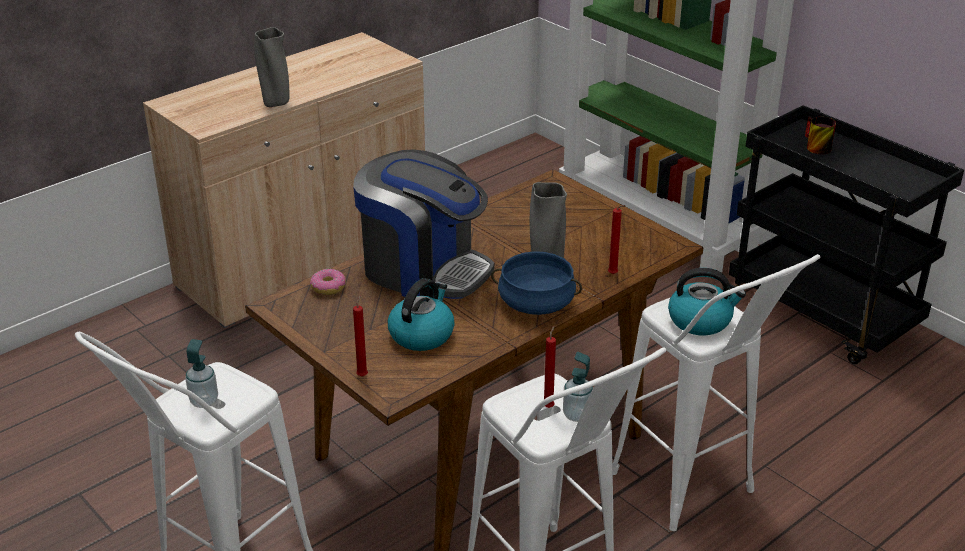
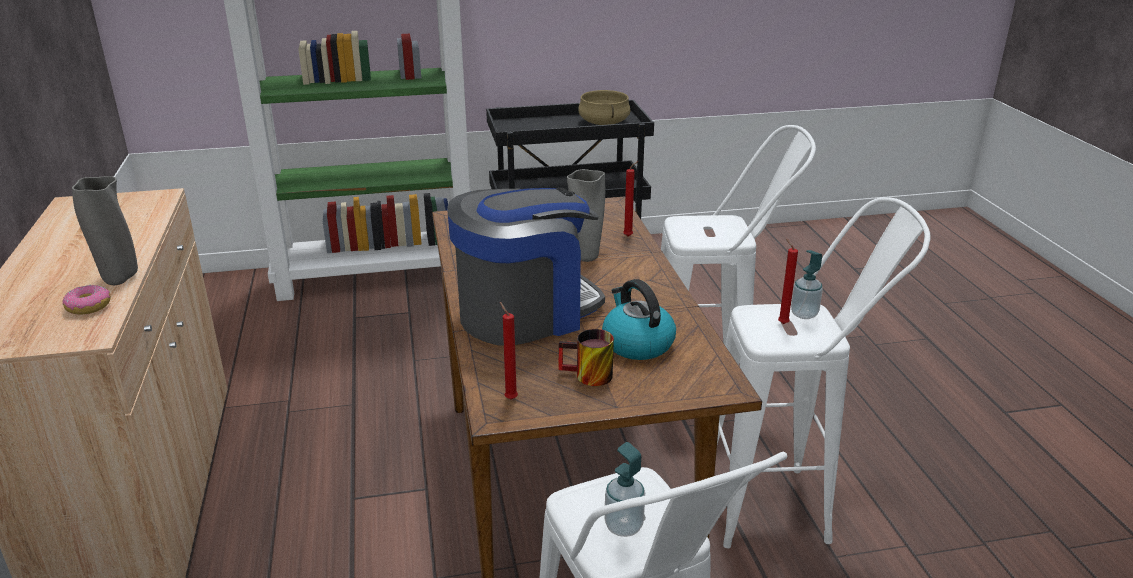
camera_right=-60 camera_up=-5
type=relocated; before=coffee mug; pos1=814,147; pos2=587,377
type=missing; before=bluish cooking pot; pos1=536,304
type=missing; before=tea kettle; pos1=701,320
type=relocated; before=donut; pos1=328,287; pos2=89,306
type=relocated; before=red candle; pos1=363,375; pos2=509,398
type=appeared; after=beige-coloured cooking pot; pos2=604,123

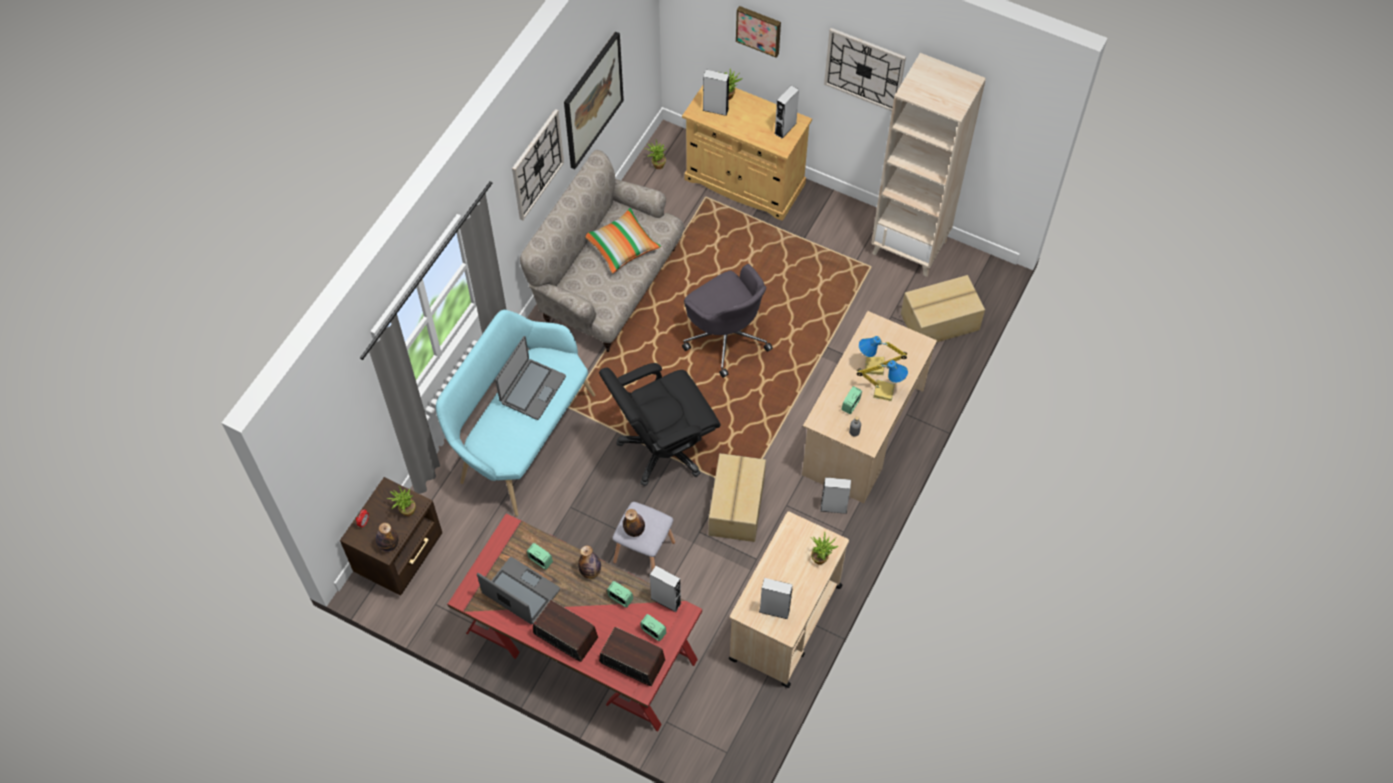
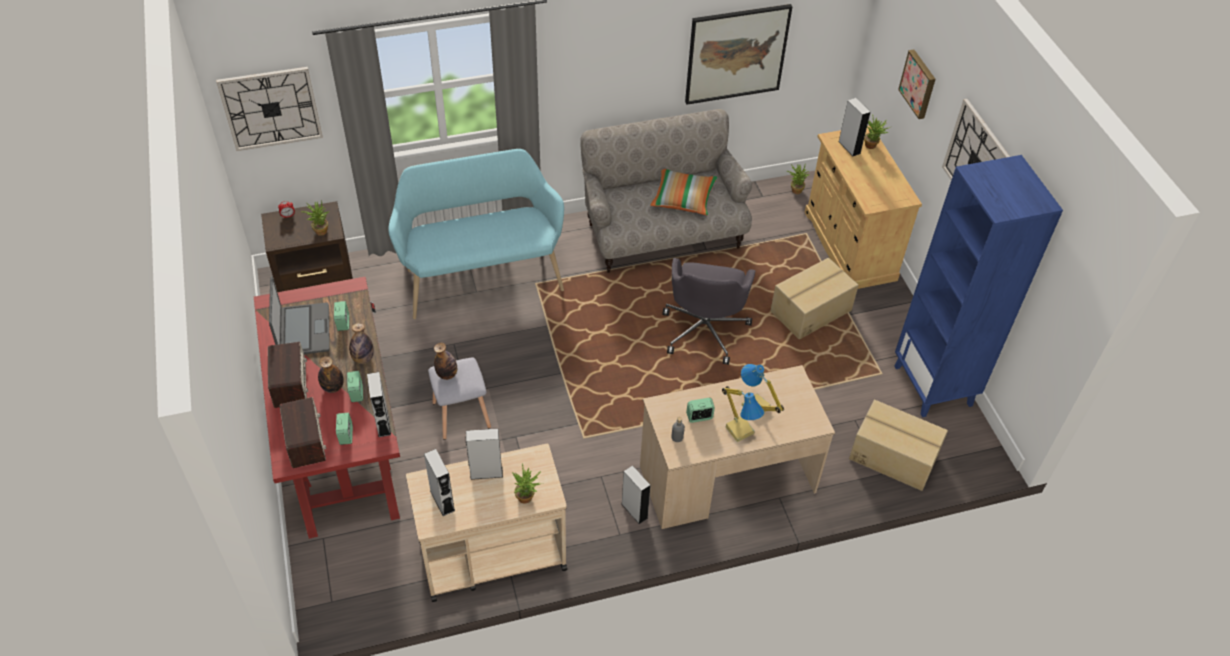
camera_right=45 camera_up=-10
type=colour; before=beige-coloured shelving unit; after=bluish shelving unit; pos1=910,247; pos2=933,386
type=relocated; before=greyish loudspeaker; pos1=785,128; pos2=486,473
type=relocated; before=hanging clock; pos1=537,164; pos2=271,108
type=missing; before=laptop; pos1=532,389
type=missing; before=blackish computer chair; pos1=662,448
type=relocated; before=carton; pos1=735,506; pos2=810,310
type=relocated; before=bottle; pos1=388,545; pos2=333,387

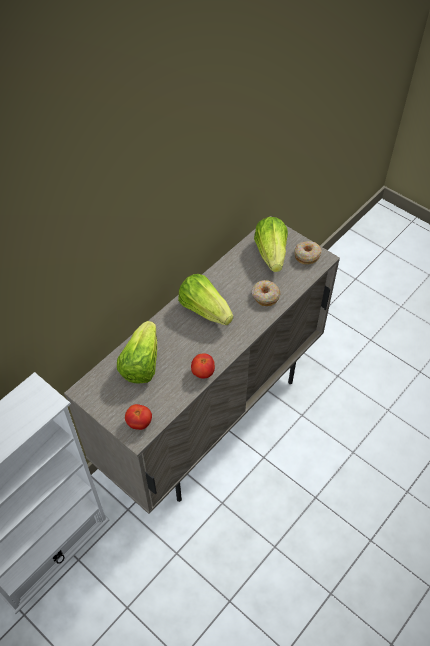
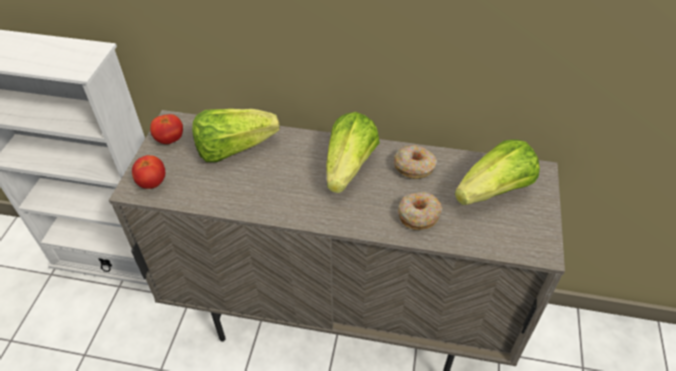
camera_right=60 camera_up=-5
type=relocated; before=donut; pos1=307,255; pos2=414,166
type=relocated; before=tomato; pos1=203,372; pos2=170,139

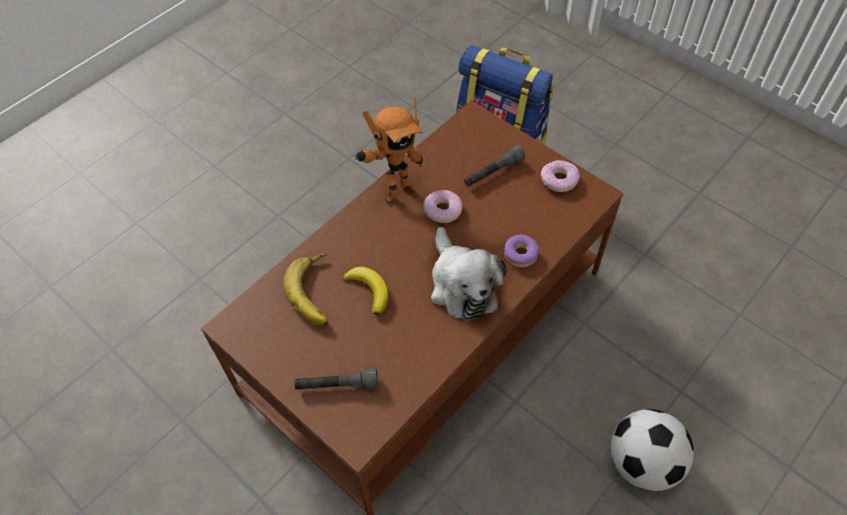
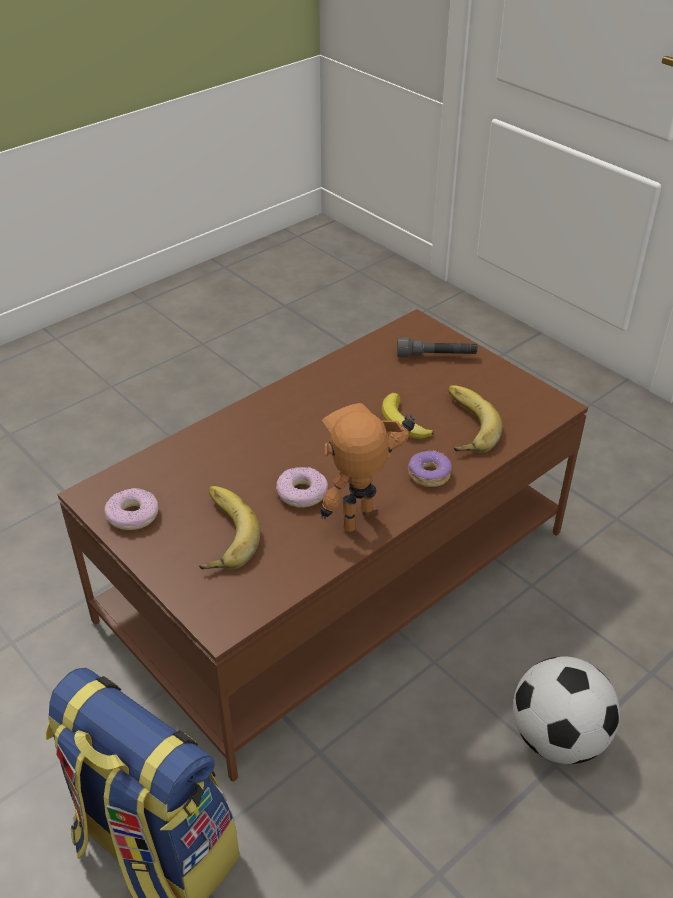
camera_right=-175 camera_up=-15
type=exchanged; before=greyish torch; after=banana fruit; pos1=493,172; pos2=220,534
type=missing; before=plush toy; pos1=462,284
type=relocated; before=donut; pos1=521,254; pos2=428,475
type=relocated; before=football; pos1=642,462; pos2=557,738

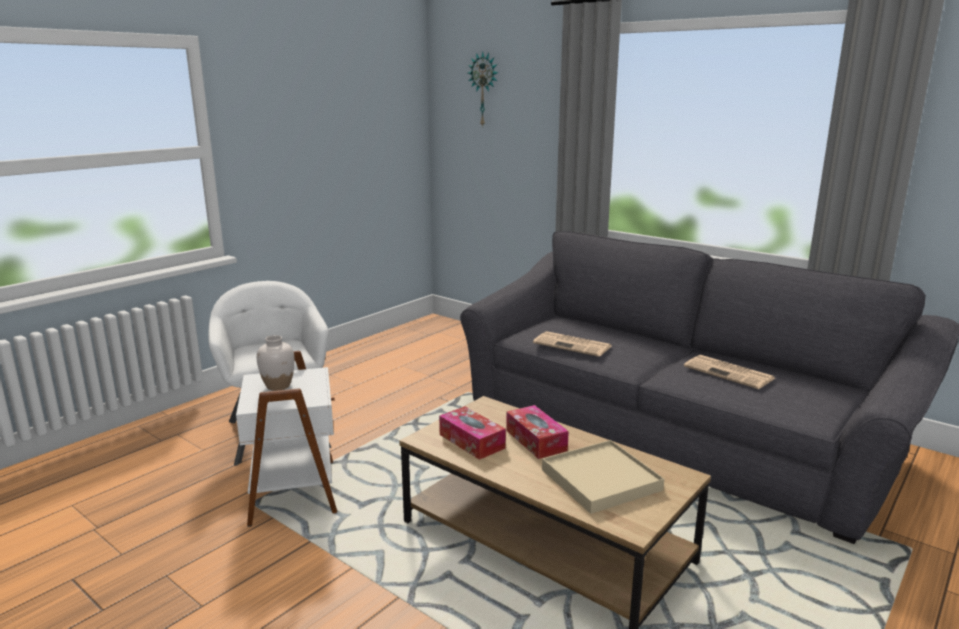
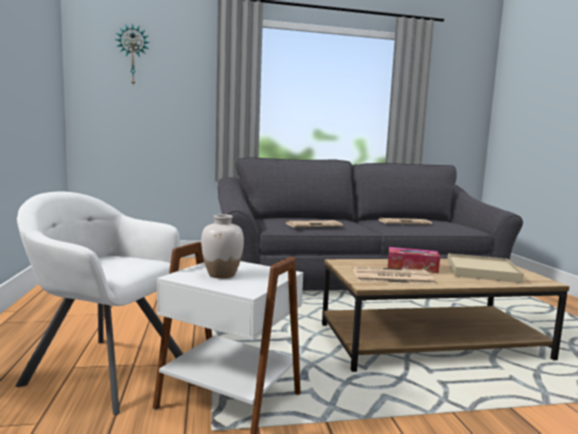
camera_right=-50 camera_up=-10
type=exchanged; before=box of tissues; after=newspaper; pos1=471,441; pos2=391,277

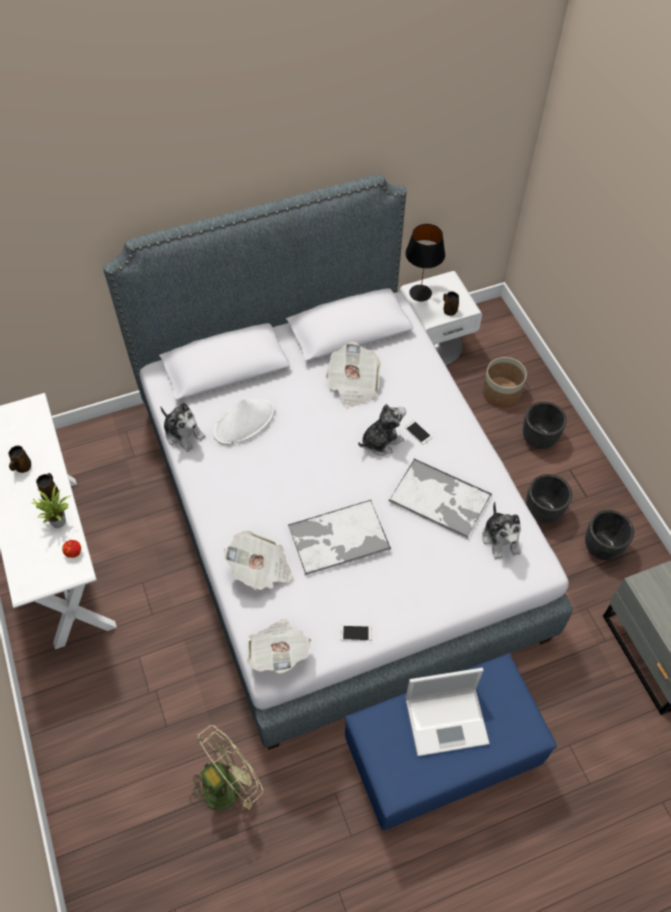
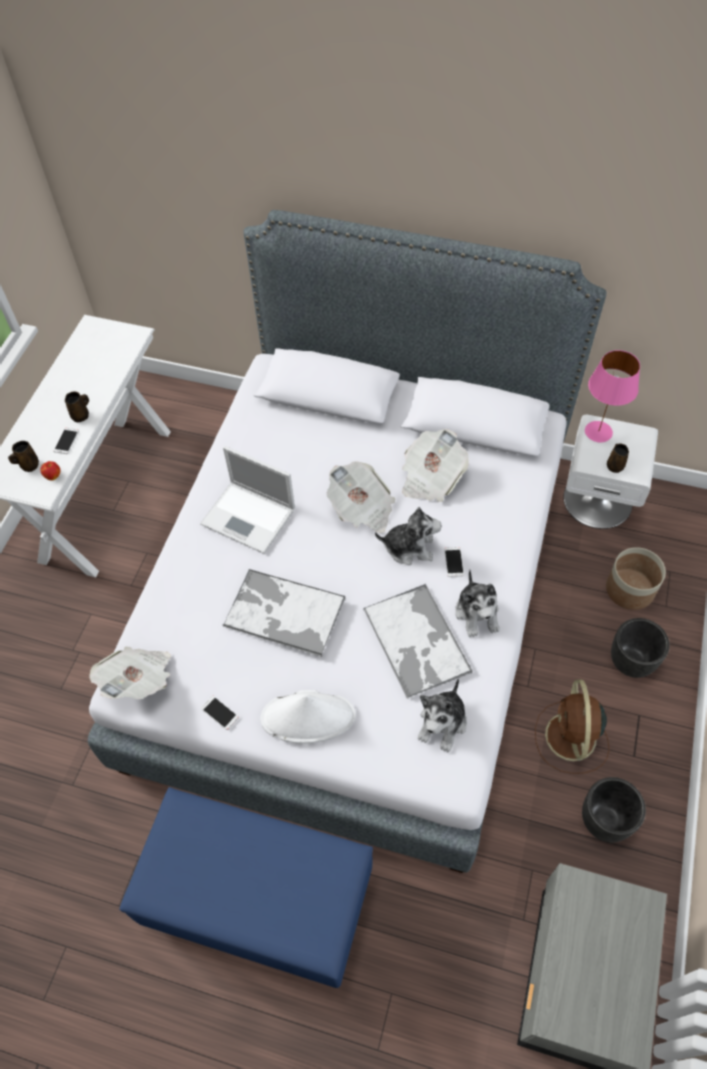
camera_right=40 camera_up=0
type=colour; before=blackish lamp for a table; after=pinkish lamp for a table; pos1=420,292; pos2=598,431
type=relocated; before=white wearable hat; pos1=244,422; pos2=308,717
type=relocated; before=plush toy; pos1=183,434; pos2=477,613
type=relocated; before=brown coffee mug; pos1=22,467; pos2=28,465
type=exchanged; before=blackish flower pot; after=brown electric fan; pos1=543,511; pos2=570,739
type=exchanged; before=houseplant; after=telephone; pos1=58,520; pos2=66,441
type=relocated; before=newspaper; pos1=261,569; pos2=362,508
type=relocated; before=laptop; pos1=448,720; pos2=250,517
type=missing; before=green-coloured electric fan; pos1=227,783

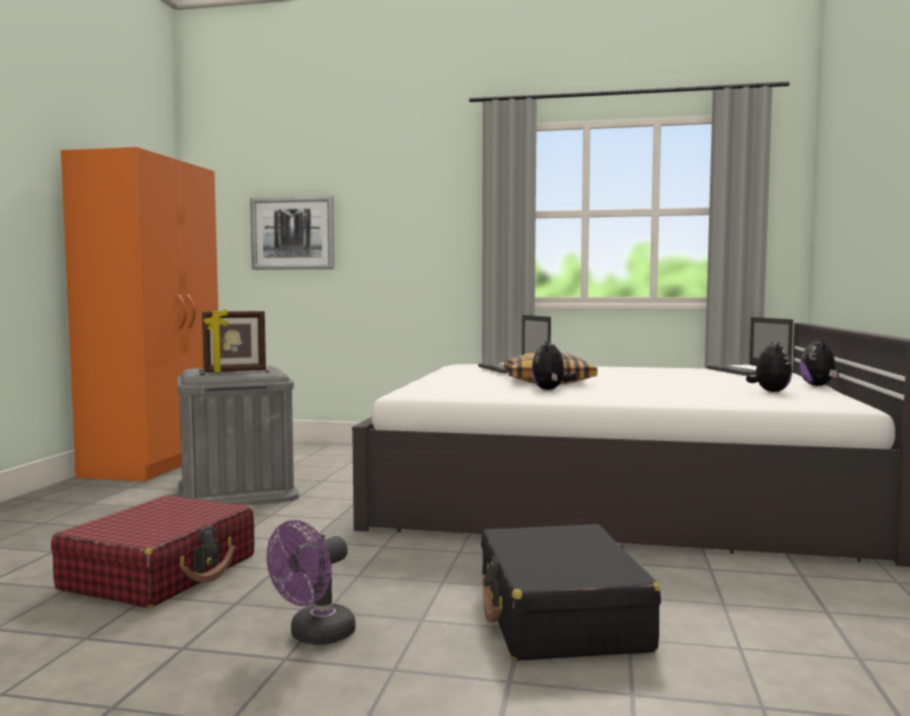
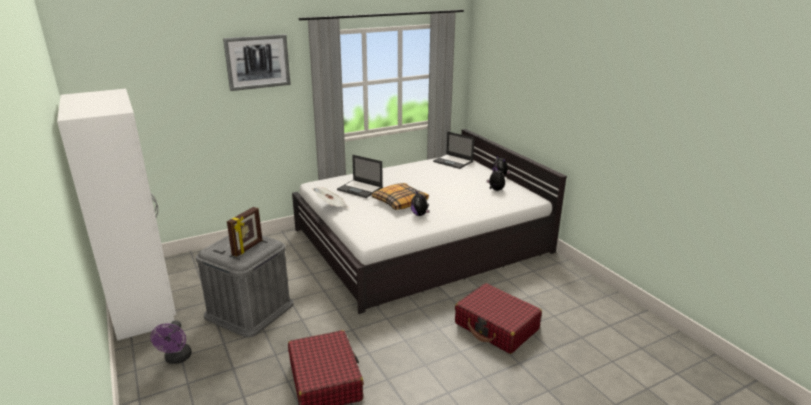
camera_right=-40 camera_up=20
type=colour; before=orange armoire; after=white armoire; pos1=156,463; pos2=144,305
type=relocated; before=picture; pos1=292,233; pos2=257,62
type=relocated; before=purple-coloured electric fan; pos1=314,636; pos2=177,359
type=colour; before=blackish piece of luggage; after=red piece of luggage; pos1=560,616; pos2=496,327
type=appeared; after=newspaper; pos2=331,206

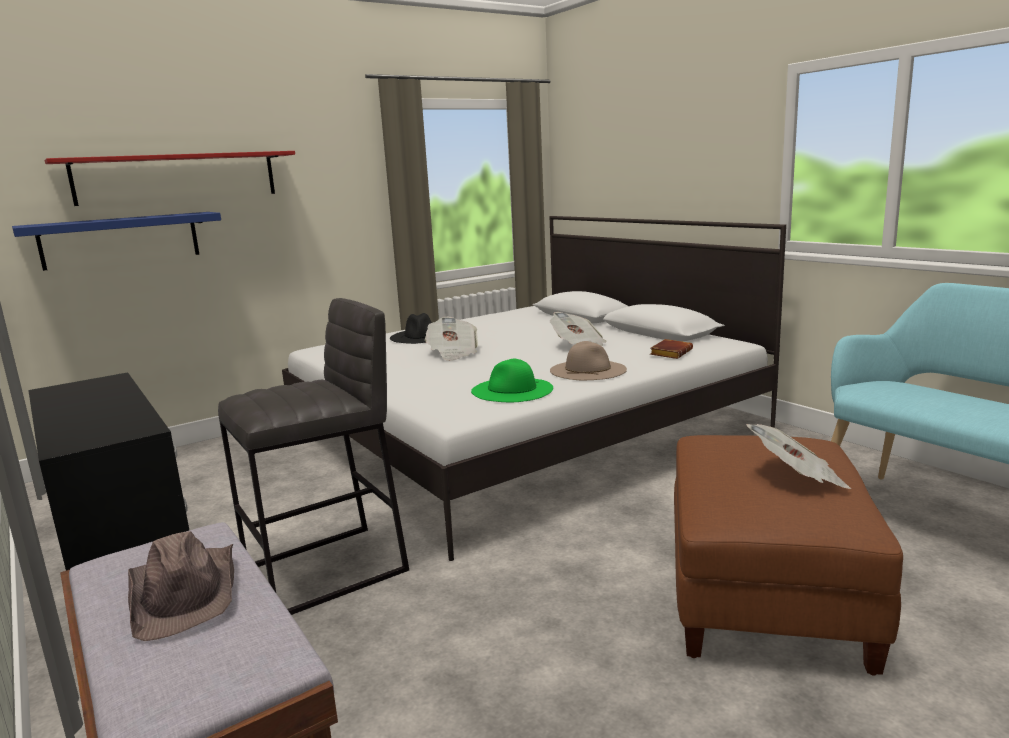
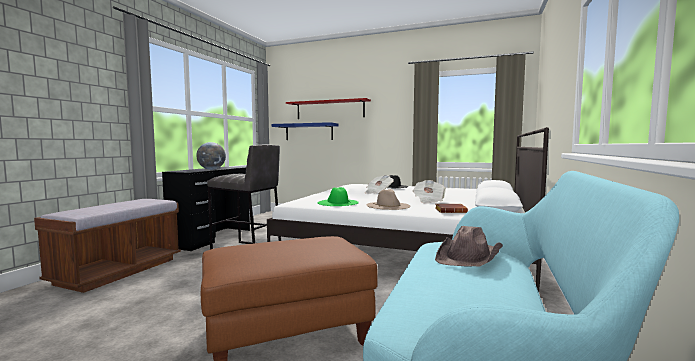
camera_right=55 camera_up=-10
type=missing; before=newspaper; pos1=797,479
type=relocated; before=brown wearable hat; pos1=186,592; pos2=469,256
type=appeared; after=globe; pos2=211,169

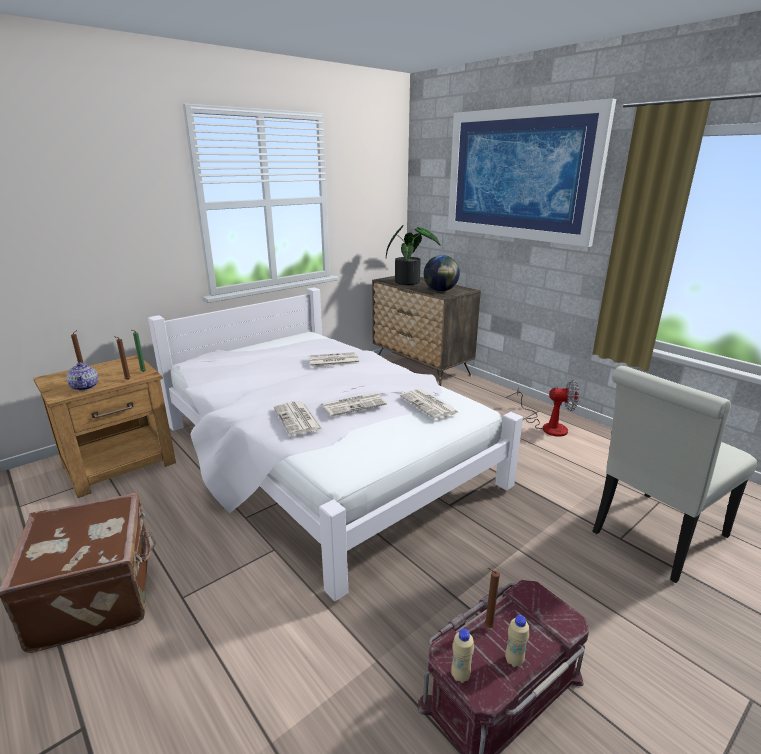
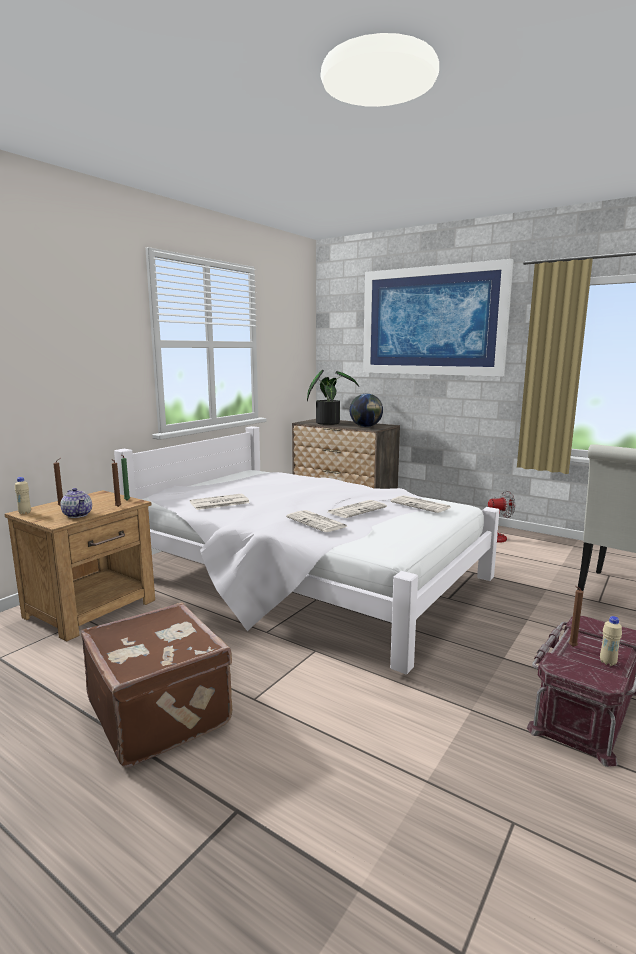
camera_right=-15 camera_up=-10
type=relocated; before=newspaper; pos1=332,360; pos2=219,503
type=relocated; before=beige-coloured bottle; pos1=460,675; pos2=25,512

